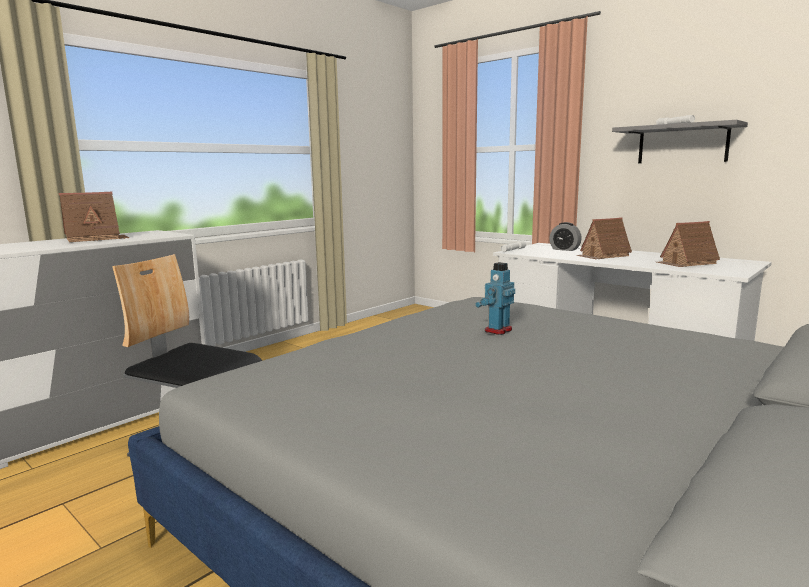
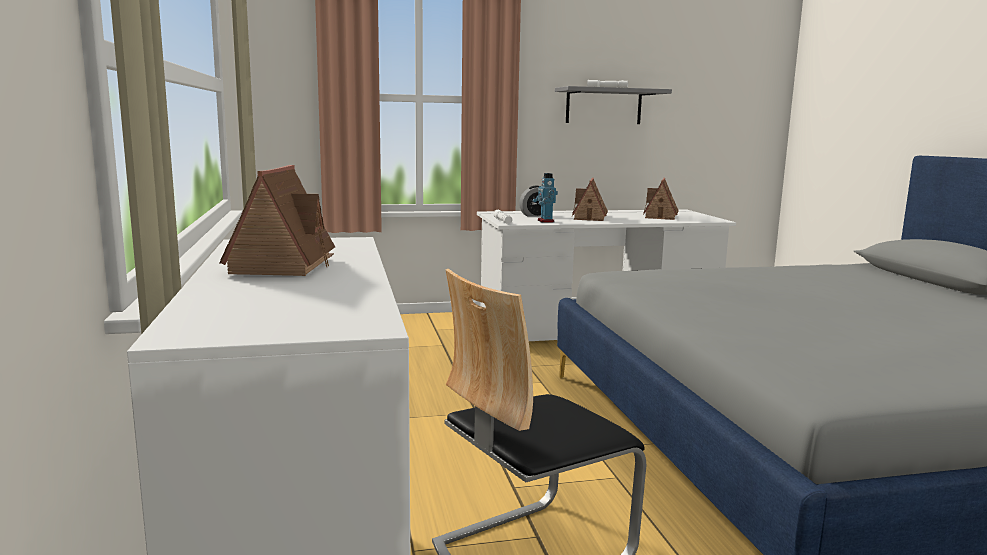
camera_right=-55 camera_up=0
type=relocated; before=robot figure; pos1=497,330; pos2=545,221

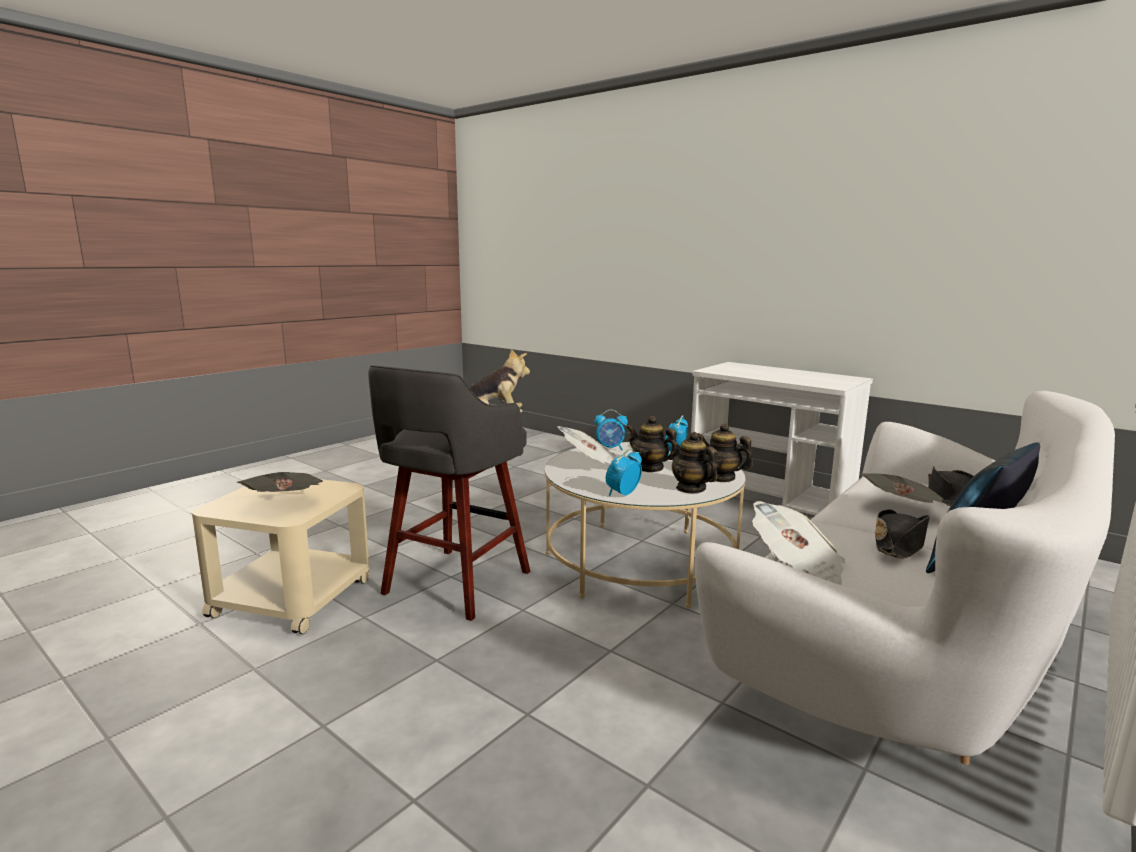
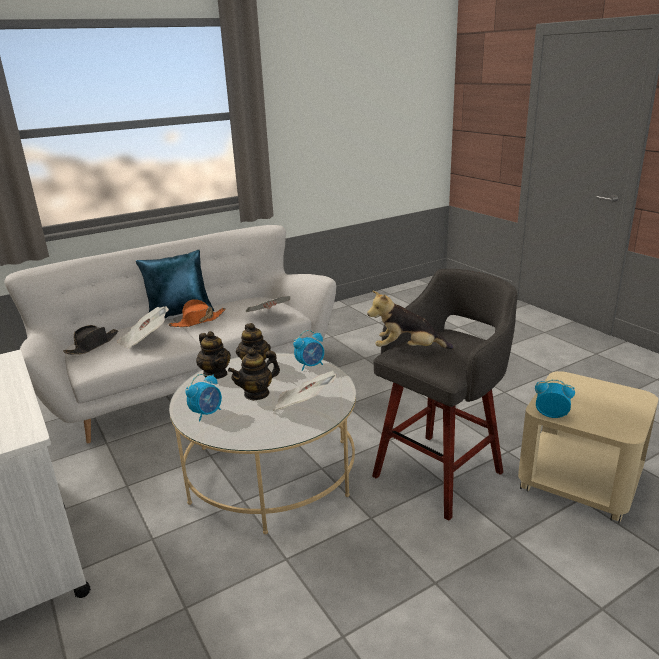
camera_right=-160 camera_up=10
type=relocated; before=alarm clock; pos1=610,448; pos2=551,415
type=spun; before=pot for tea; pos1=650,468; pos2=257,393; turn=90
type=missing; before=newspaper; pos1=285,503
type=colour; before=blackish wearable hat; after=orange wearable hat; pos1=899,544; pos2=198,321

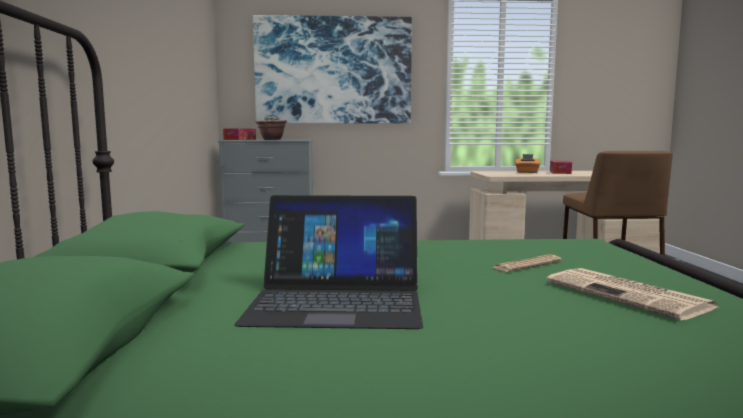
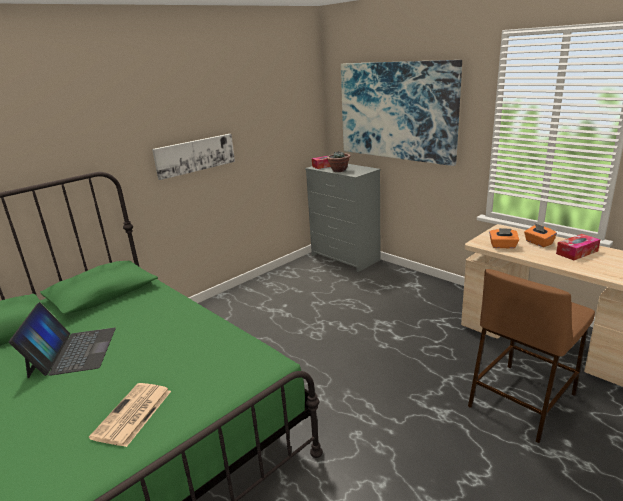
camera_right=50 camera_up=15
type=spun; before=laptop; pos1=337,300; pos2=73,352; turn=-150
type=missing; before=newspaper; pos1=527,265
type=appeared; after=picture; pos2=195,155
type=appeared; after=orange box of tissues; pos2=503,246

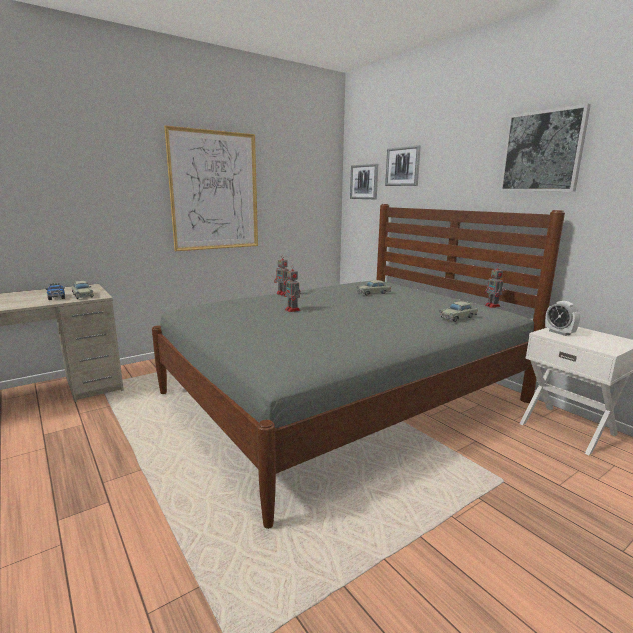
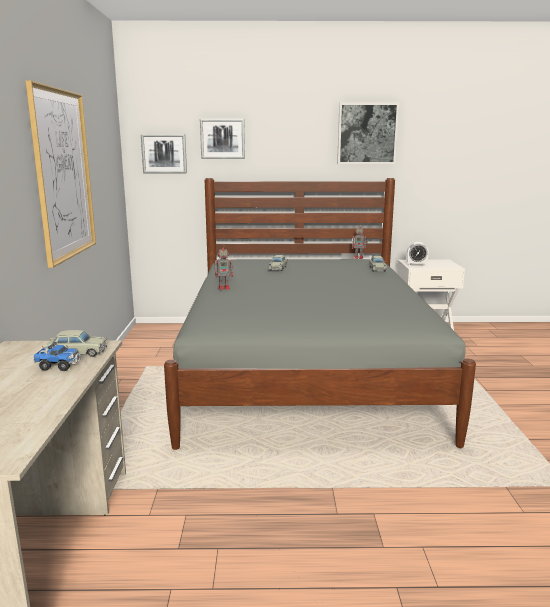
camera_right=-55 camera_up=0
type=missing; before=robot figure; pos1=293,310

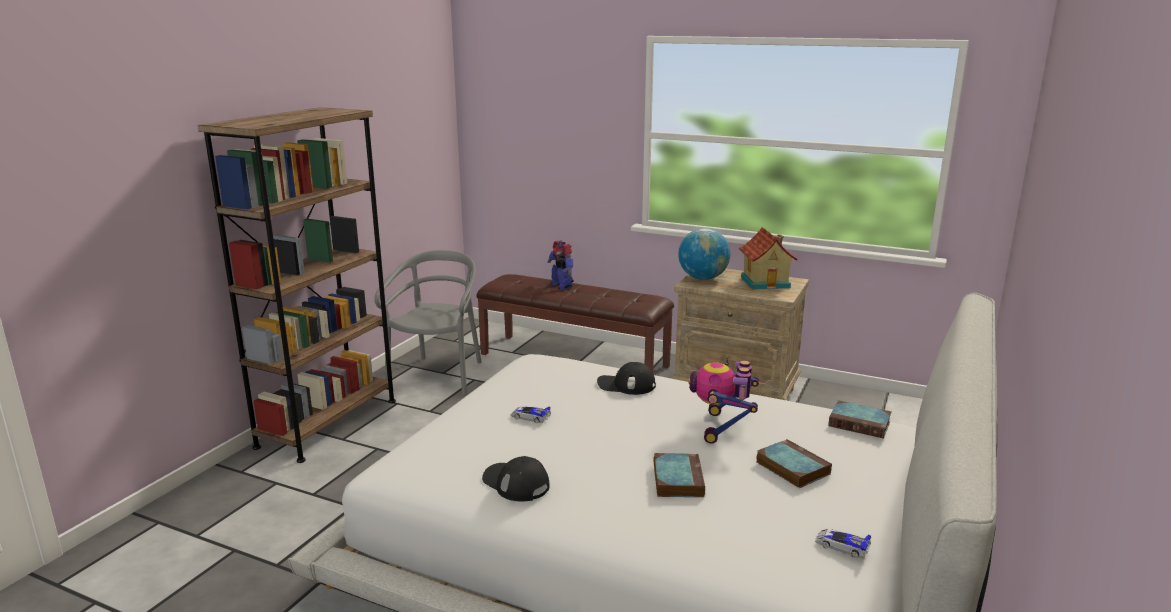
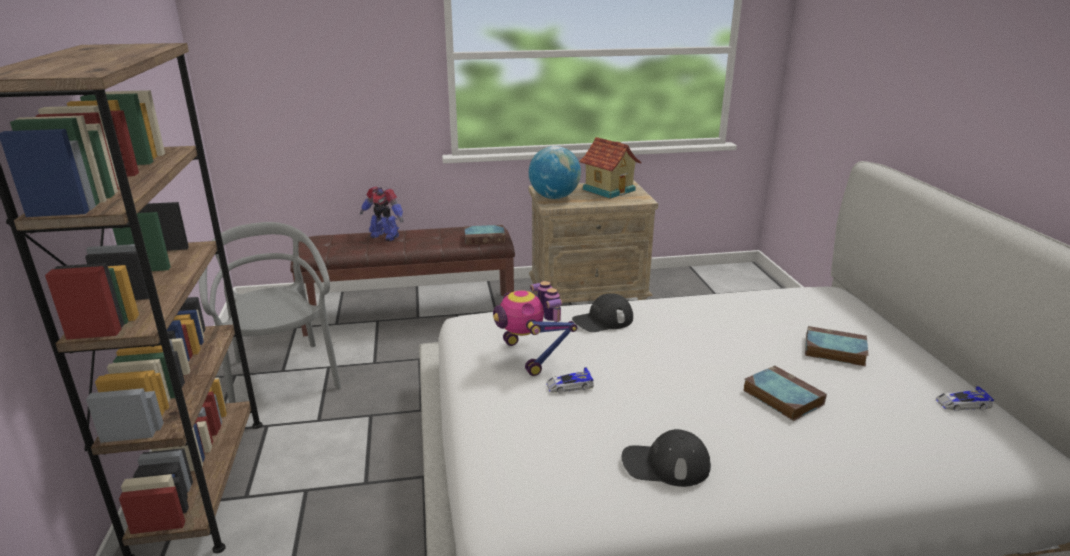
camera_right=-35 camera_up=5
type=relocated; before=robot figure; pos1=722,428; pos2=531,356
type=relocated; before=bound book; pos1=860,424; pos2=485,238

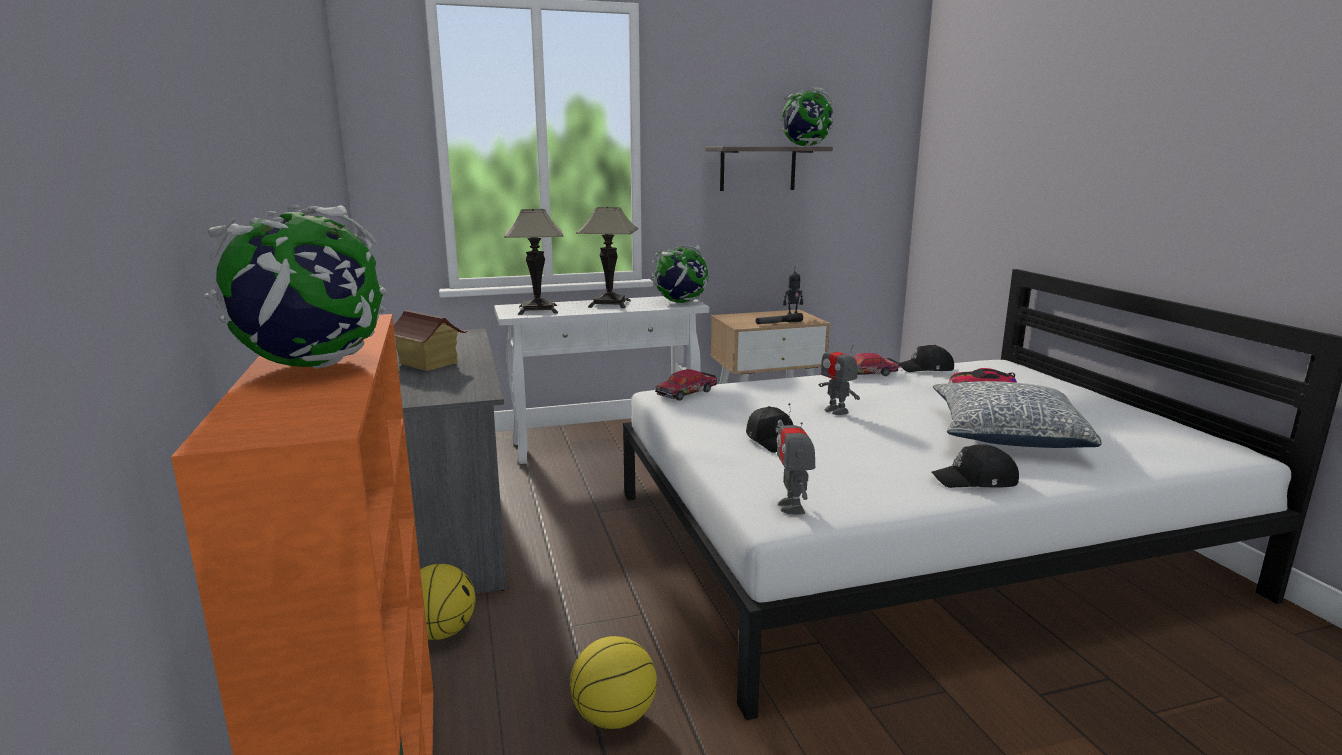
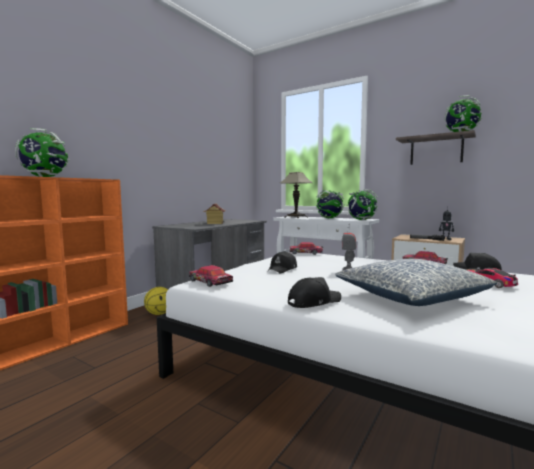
camera_right=50 camera_up=-10
type=exchanged; before=lamp for a table; after=globe; pos1=609,304; pos2=329,218
type=exchanged; before=robot figure; after=toy car; pos1=792,507; pos2=210,282
type=spun; before=blackish baseball cap; pos1=976,480; pos2=313,302; turn=105
type=missing; before=ball for basketball; pos1=613,717

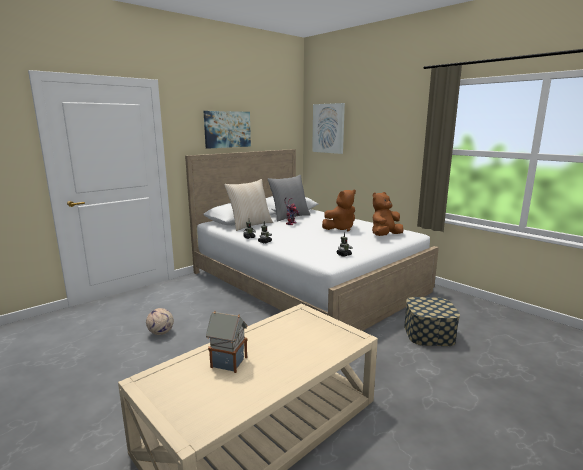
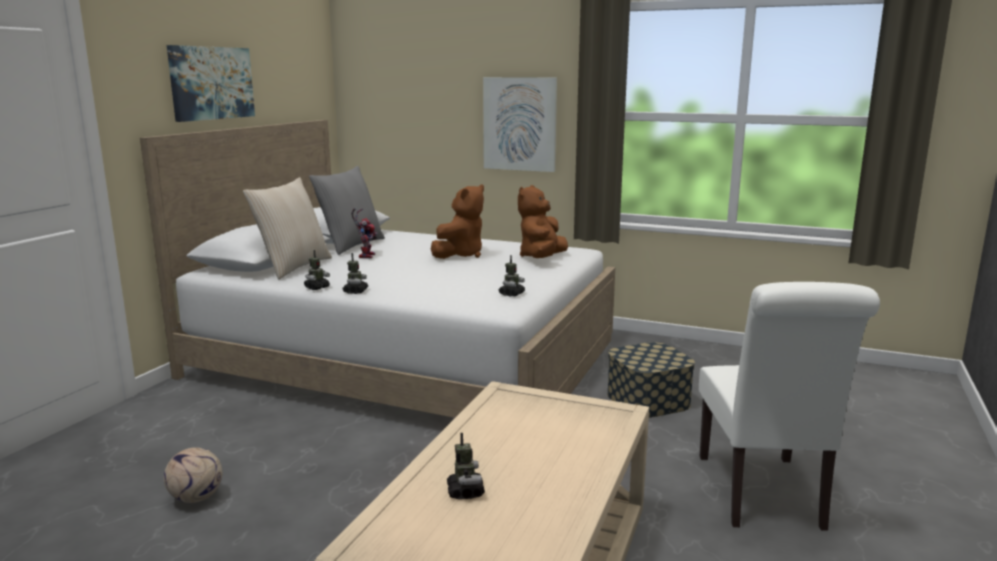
camera_right=-25 camera_up=0
type=relocated; before=picture; pos1=328,128; pos2=520,124
type=exchanged; before=model house; after=robot figure; pos1=228,362; pos2=465,492
type=appeared; after=white chair; pos2=763,496

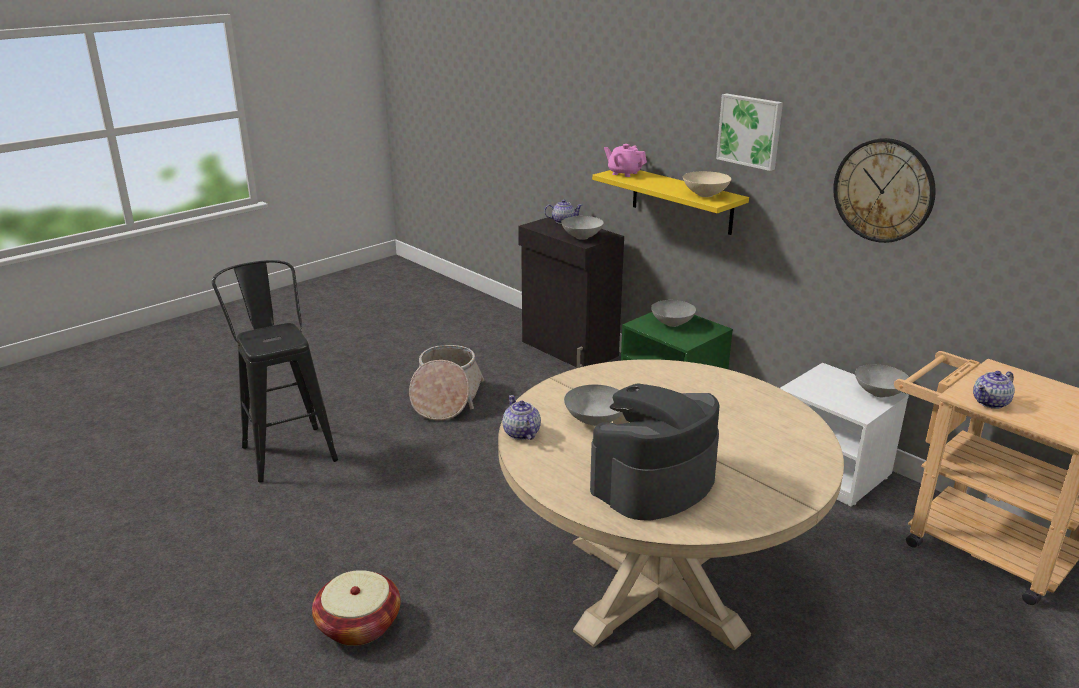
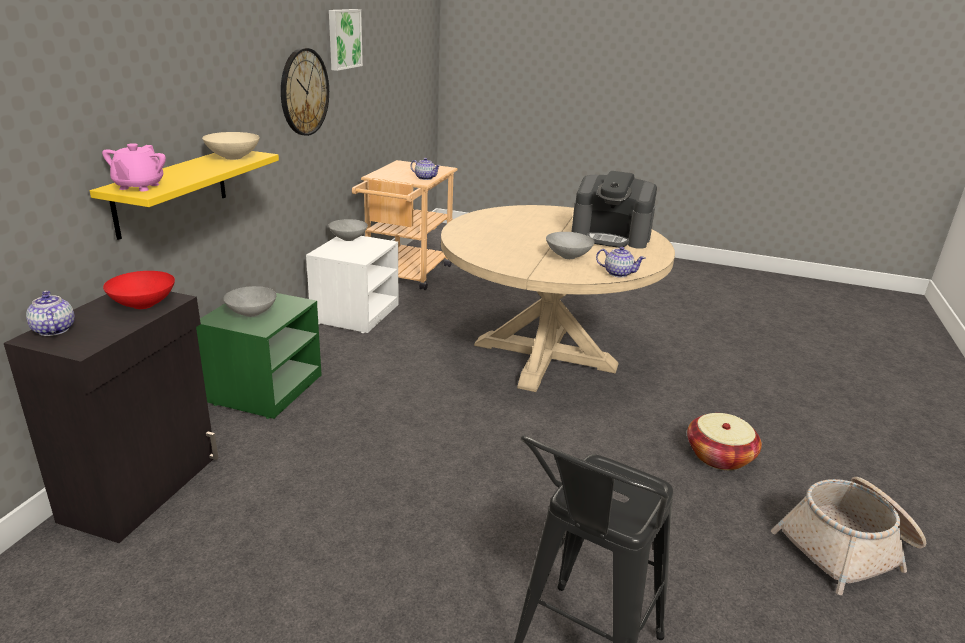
camera_right=-120 camera_up=0
type=relocated; before=picture; pos1=750,131; pos2=343,39
type=colour; before=greyish bowl; after=red bowl; pos1=582,237; pos2=142,305
type=relocated; before=storage basket; pos1=446,398; pos2=849,548
type=spun; before=pot for tea; pos1=521,433; pos2=618,273; turn=-105

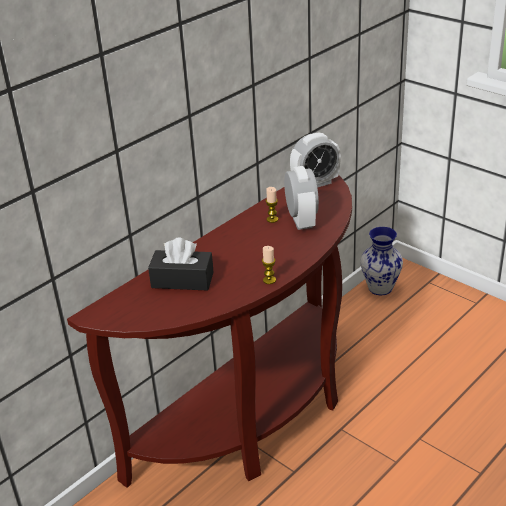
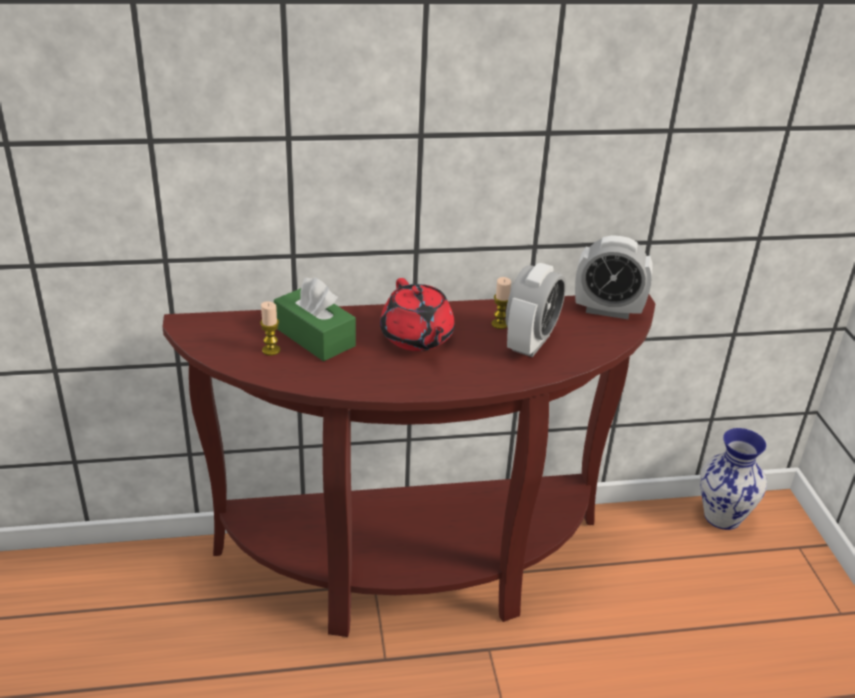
camera_right=35 camera_up=0
type=colour; before=blackish box of tissues; after=green-coloured box of tissues; pos1=182,280; pos2=315,337
type=relocated; before=candle; pos1=269,280; pos2=271,350
type=appeared; after=red pot for tea; pos2=417,338

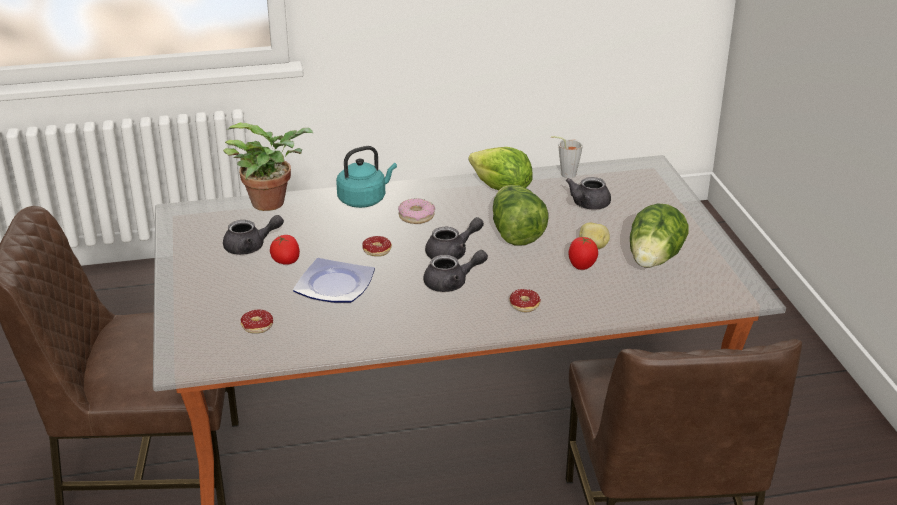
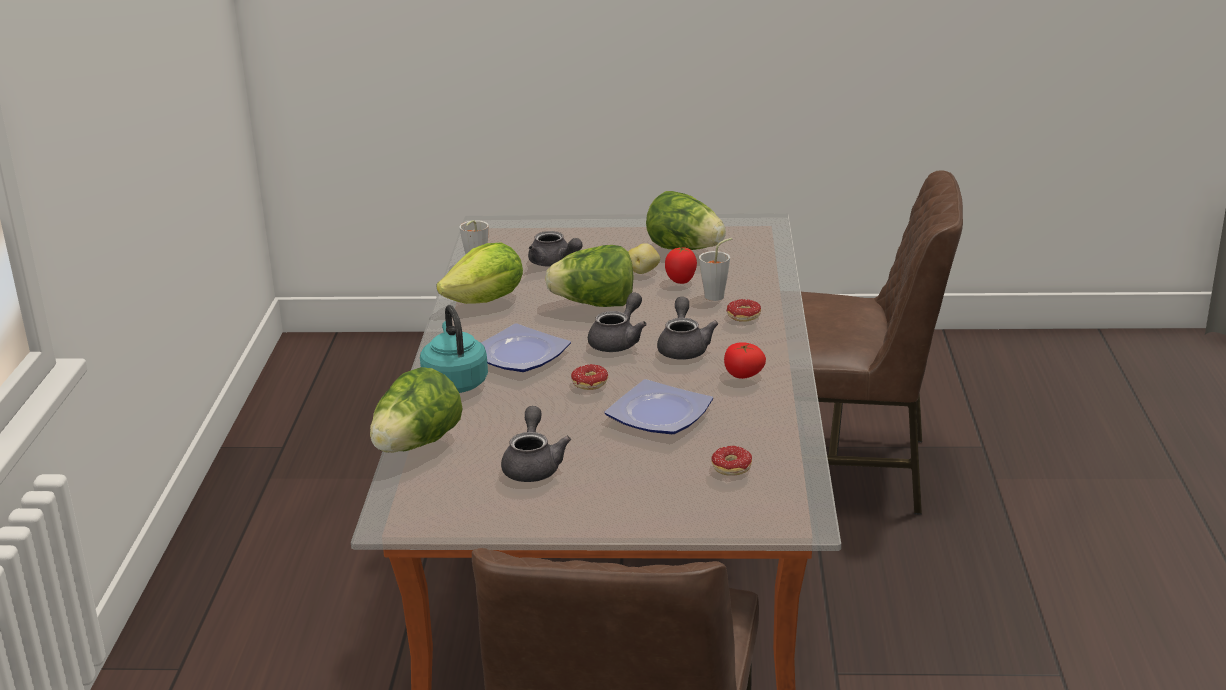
camera_right=-75 camera_up=-5
type=exchanged; before=houseplant; after=lettuce; pos1=272,202; pos2=416,445
type=exchanged; before=donut; after=plate; pos1=416,216; pos2=519,354
type=spun; before=greyish pot for tea; pos1=452,253; pos2=618,341; turn=45
type=relocated; before=tomato; pos1=286,261; pos2=743,375
type=appeared; after=greyish drinking cup; pos2=718,295

